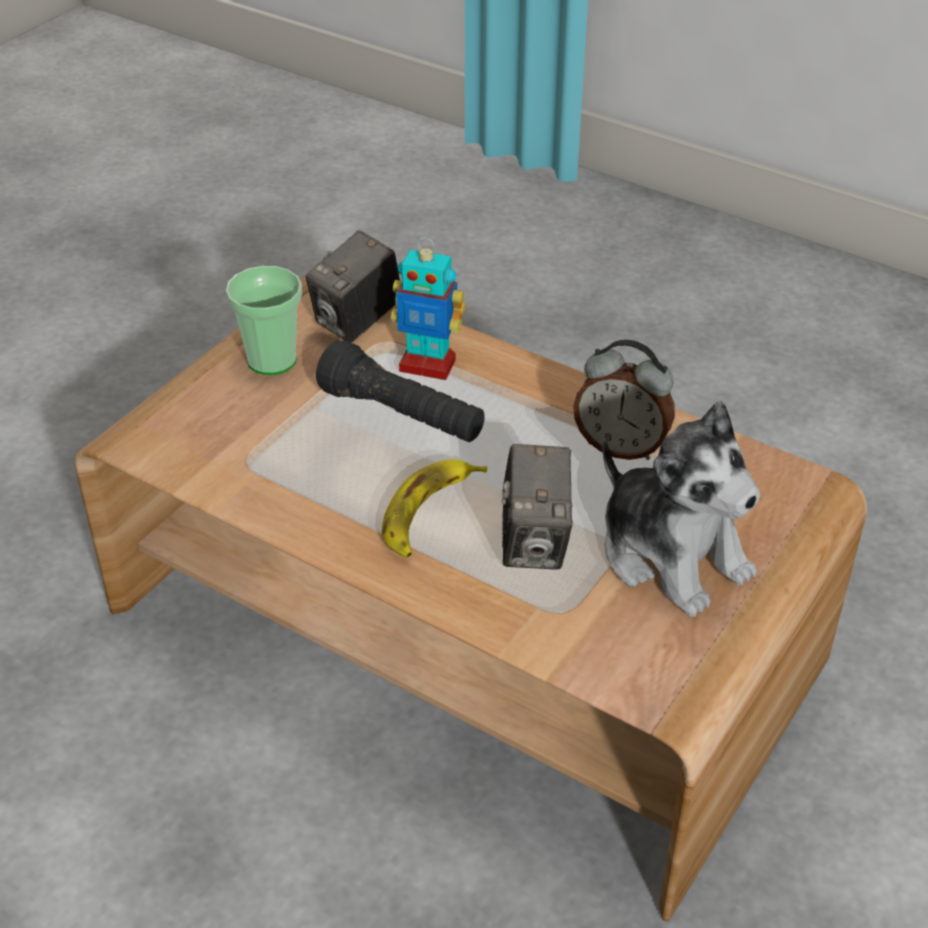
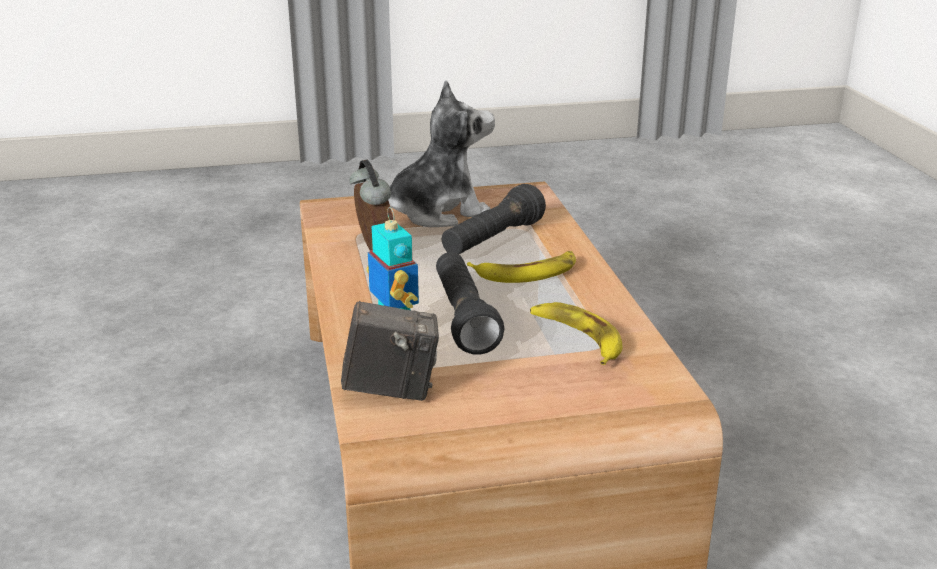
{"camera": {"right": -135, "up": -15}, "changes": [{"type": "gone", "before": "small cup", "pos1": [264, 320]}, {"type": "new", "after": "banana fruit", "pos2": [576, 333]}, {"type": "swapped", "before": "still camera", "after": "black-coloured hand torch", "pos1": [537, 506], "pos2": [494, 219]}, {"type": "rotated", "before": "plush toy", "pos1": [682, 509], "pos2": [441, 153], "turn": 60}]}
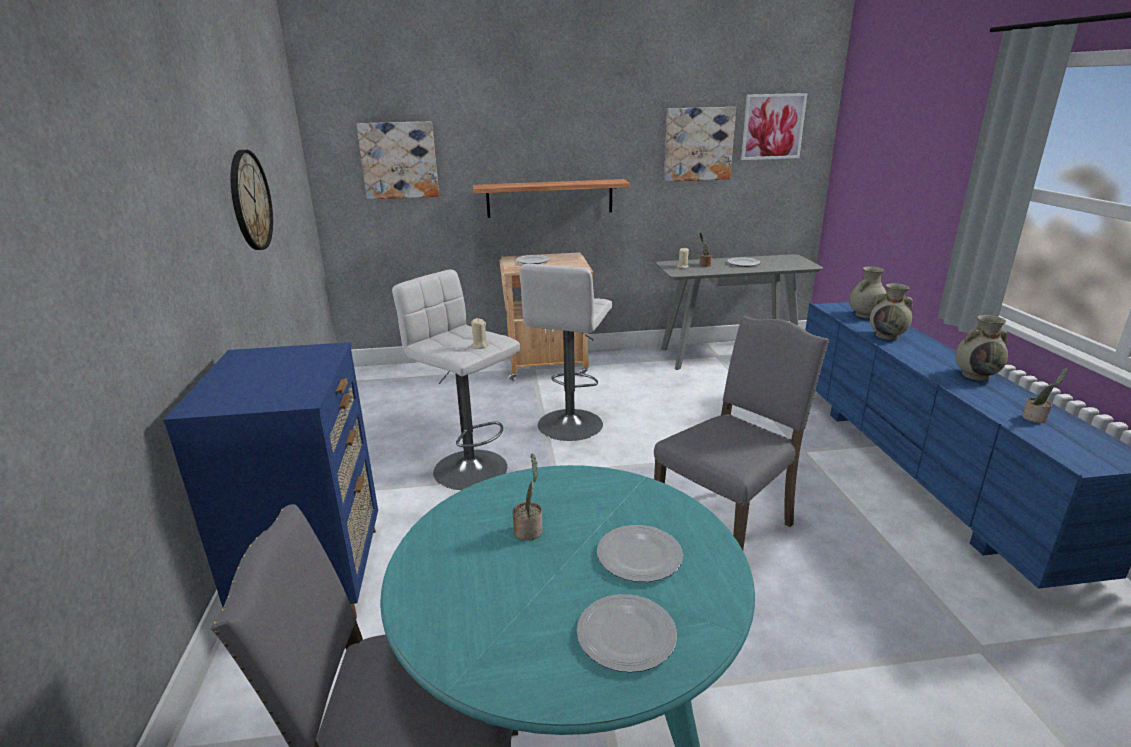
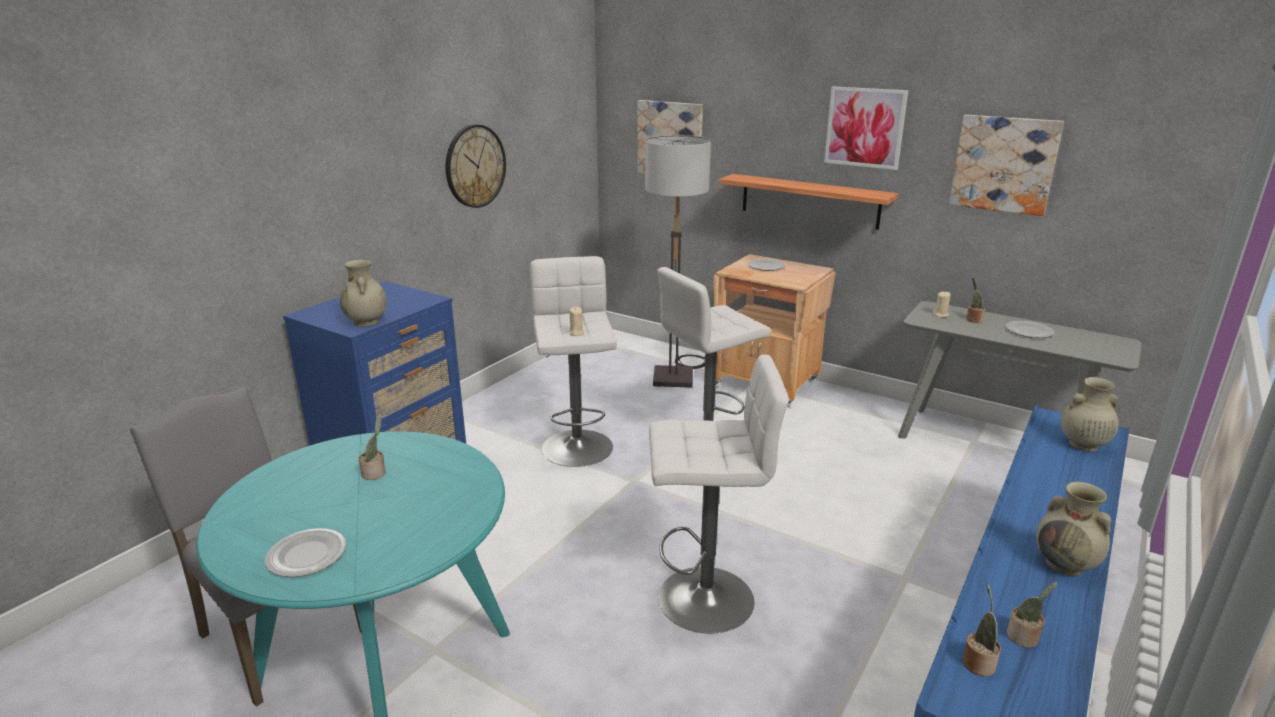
{"camera": {"right": 40, "up": 0}, "changes": [{"type": "gone", "before": "flat dish", "pos1": [640, 553]}, {"type": "new", "after": "standing lamp", "pos2": [678, 261]}, {"type": "new", "after": "houseplant", "pos2": [982, 629]}, {"type": "shifted", "before": "wall art", "pos1": [774, 126], "pos2": [866, 128]}, {"type": "shifted", "before": "sand-coloured decorative vase", "pos1": [891, 311], "pos2": [363, 292]}, {"type": "swapped", "before": "greyish upright chair", "after": "whitish sitting stool", "pos1": [741, 433], "pos2": [719, 494]}]}
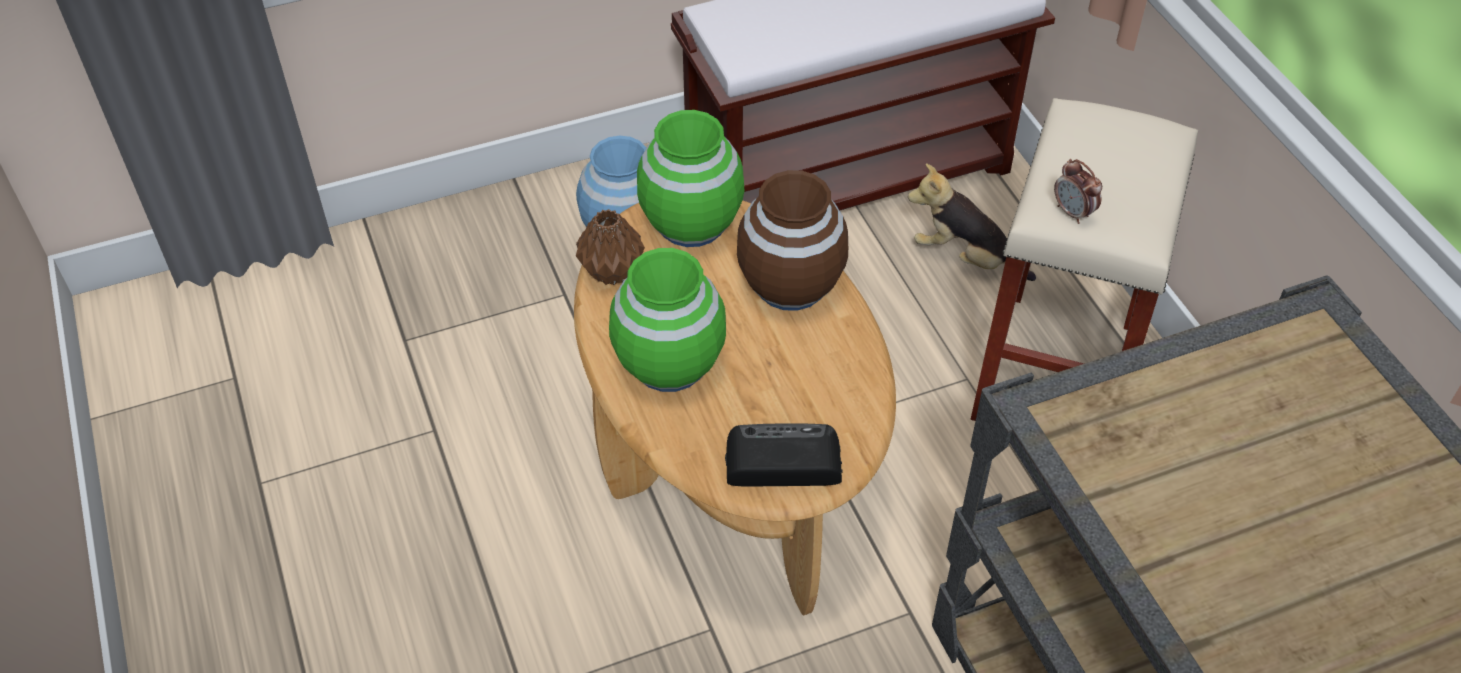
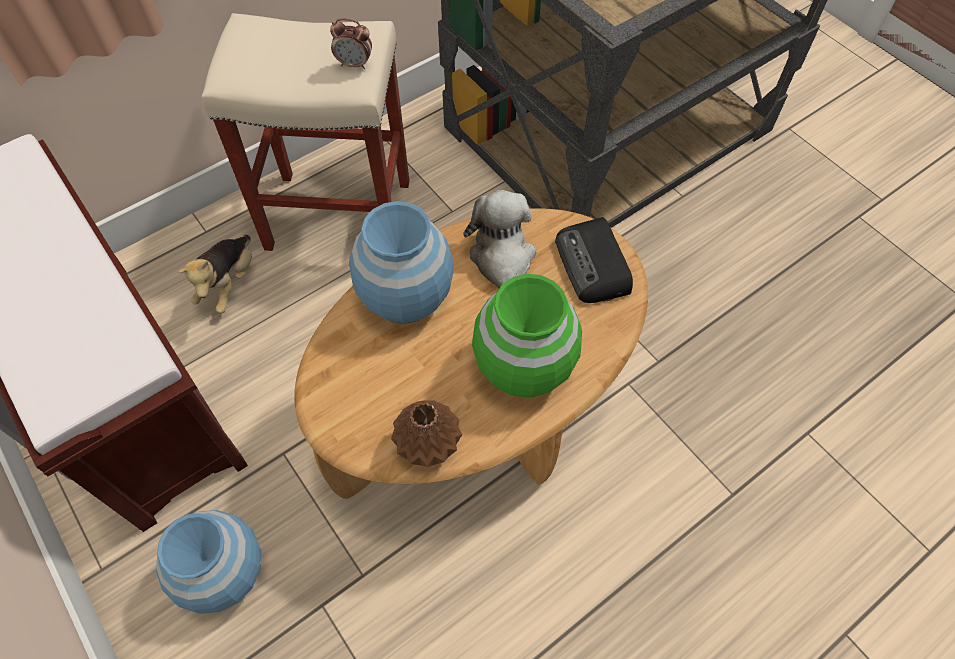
{"camera": {"right": -105, "up": 10}, "changes": [{"type": "gone", "before": "greenish decorative vase", "pos1": [690, 178]}, {"type": "new", "after": "plush toy", "pos2": [499, 239]}, {"type": "repainted", "before": "brownish decorative vase", "after": "bluish decorative vase", "pos1": [792, 240], "pos2": [401, 262]}, {"type": "rotated", "before": "bedside clock", "pos1": [1078, 191], "pos2": [351, 43], "turn": 60}]}
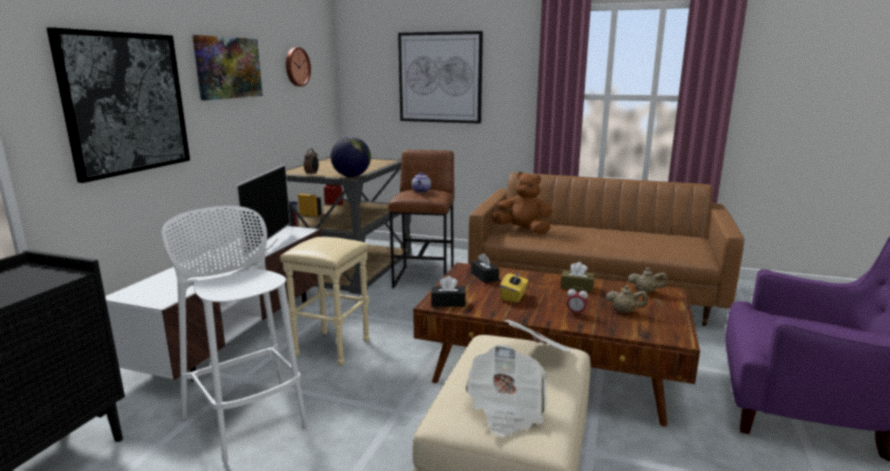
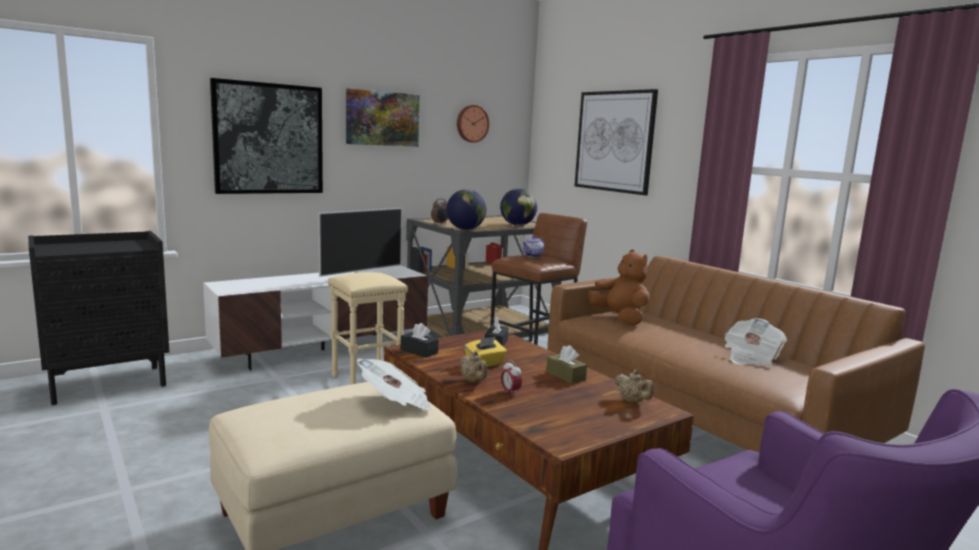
{"camera": {"right": 35, "up": -5}, "changes": [{"type": "gone", "before": "whitish sitting stool", "pos1": [235, 334]}, {"type": "new", "after": "world globe", "pos2": [518, 207]}, {"type": "shifted", "before": "newspaper", "pos1": [506, 391], "pos2": [755, 341]}, {"type": "shifted", "before": "sand-coloured pot for tea", "pos1": [627, 299], "pos2": [474, 367]}]}
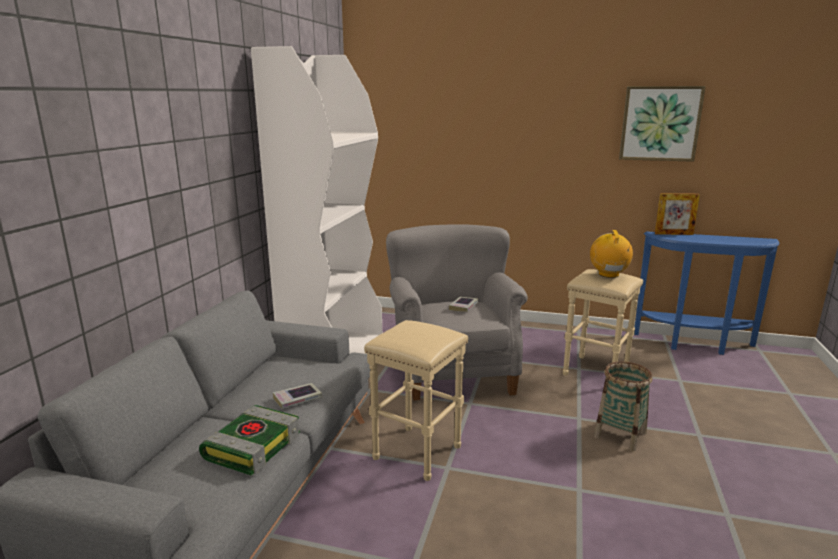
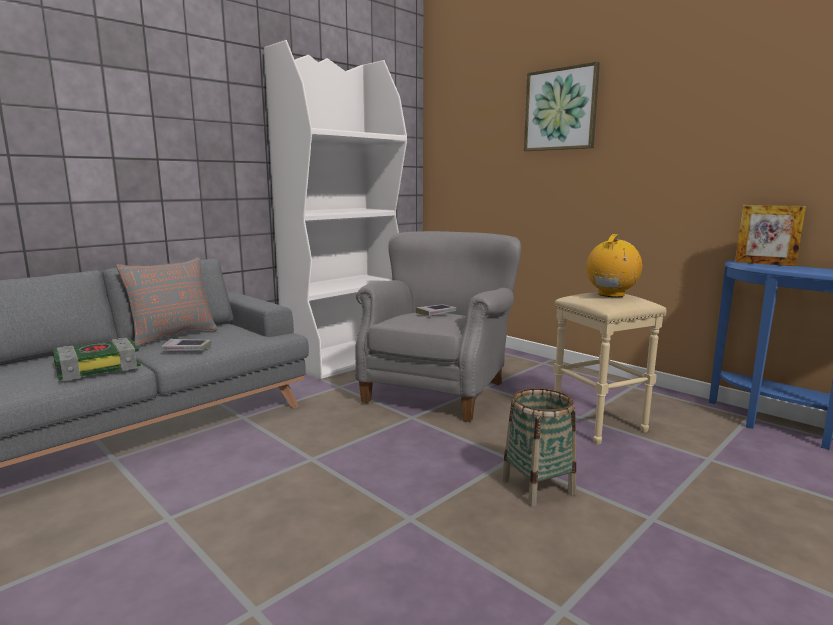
{"camera": {"right": 30, "up": -5}, "changes": [{"type": "gone", "before": "sand-coloured sitting stool", "pos1": [416, 400]}, {"type": "new", "after": "greyish cushion", "pos2": [167, 302]}, {"type": "shifted", "before": "wall art", "pos1": [662, 124], "pos2": [562, 106]}]}
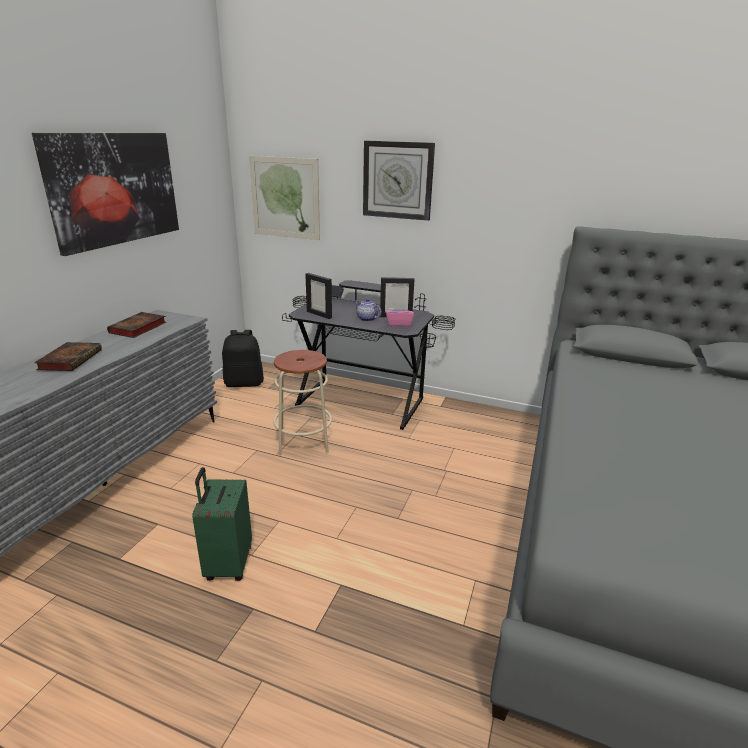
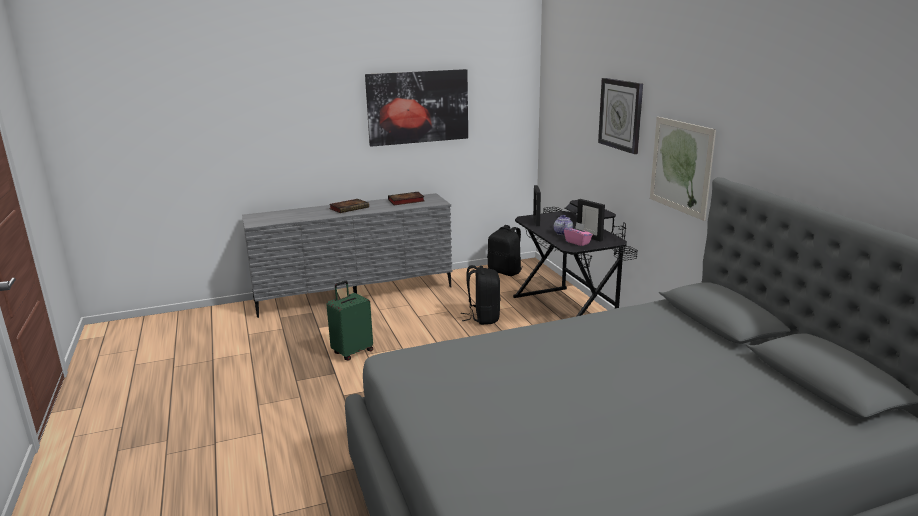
{"camera": {"right": 50, "up": -5}, "changes": [{"type": "shifted", "before": "wall art", "pos1": [284, 198], "pos2": [683, 169]}, {"type": "swapped", "before": "sand-coloured sitting stool", "after": "black-coloured knapsack", "pos1": [302, 403], "pos2": [480, 295]}]}
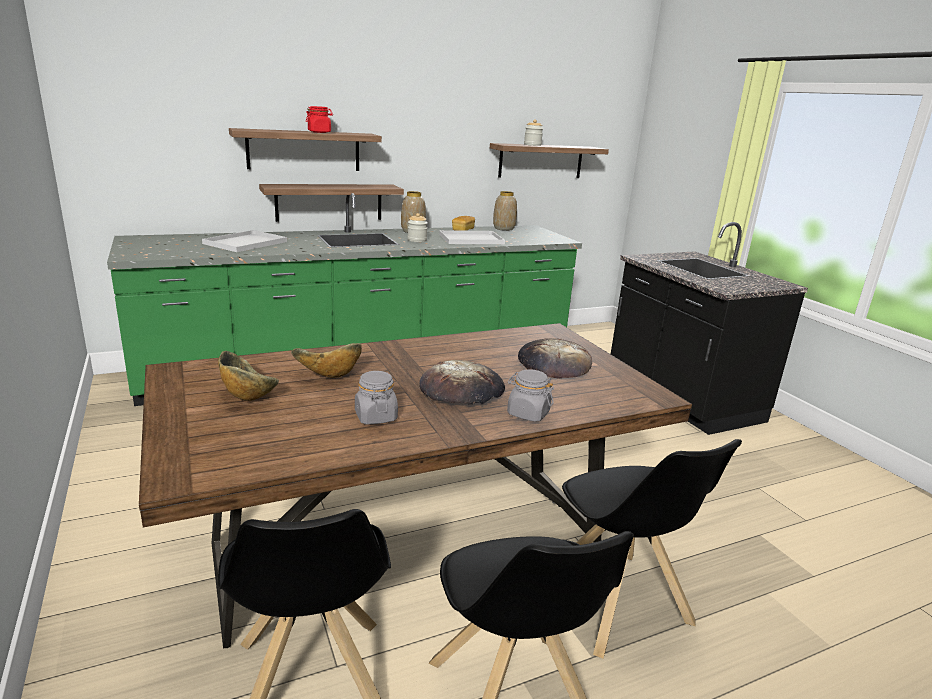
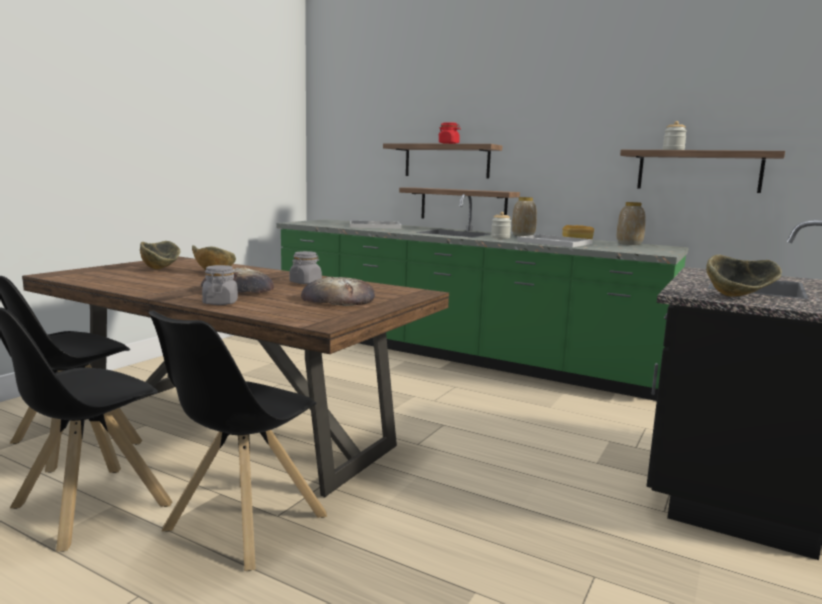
{"camera": {"right": 55, "up": -10}, "changes": [{"type": "new", "after": "deep dish", "pos2": [744, 276]}, {"type": "shifted", "before": "greyish storage jar", "pos1": [376, 398], "pos2": [305, 267]}]}
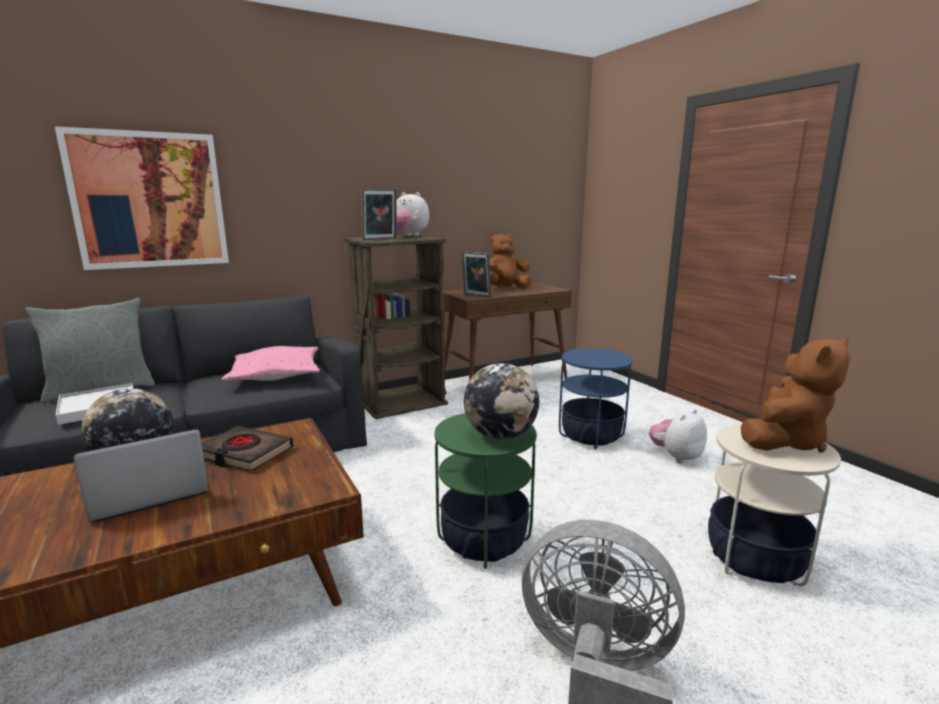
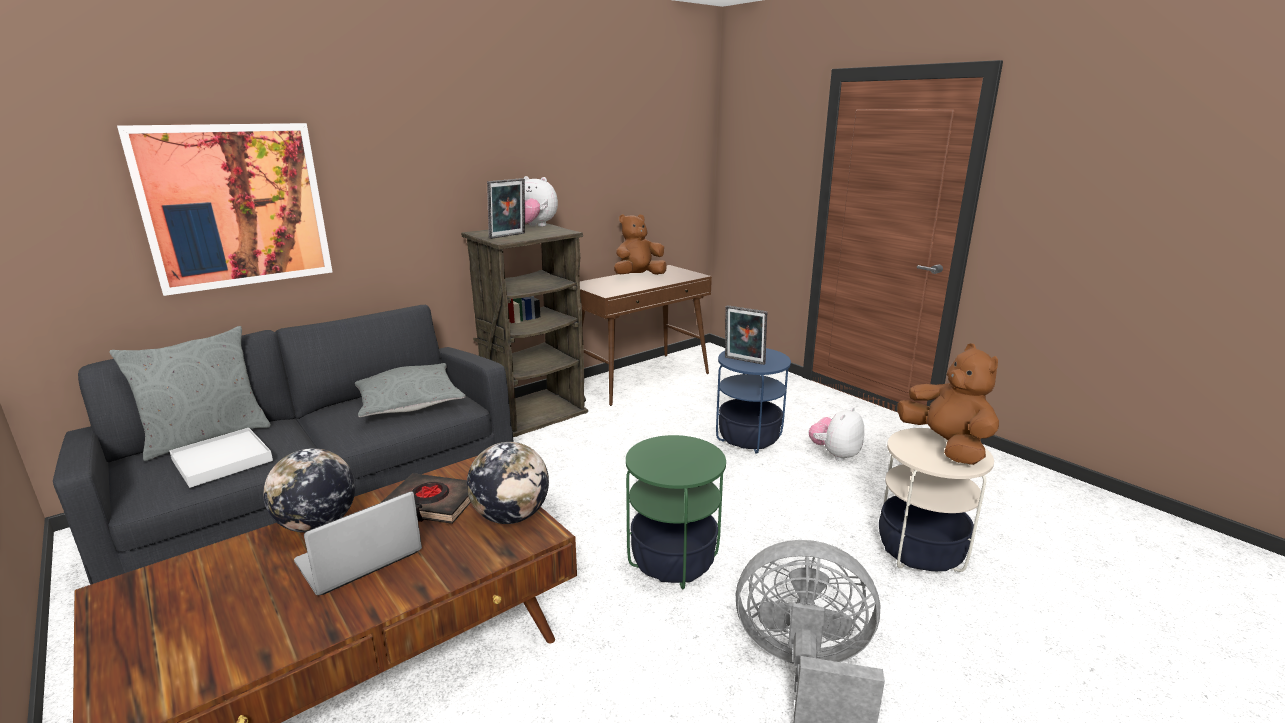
{"camera": {"right": -10, "up": 5}, "changes": [{"type": "shifted", "before": "photo frame", "pos1": [476, 274], "pos2": [746, 335]}, {"type": "shifted", "before": "world globe", "pos1": [501, 401], "pos2": [508, 483]}, {"type": "repainted", "before": "pink cushion", "after": "greyish cushion", "pos1": [271, 363], "pos2": [410, 390]}, {"type": "rotated", "before": "brownish plush toy", "pos1": [796, 395], "pos2": [948, 404], "turn": -60}]}
